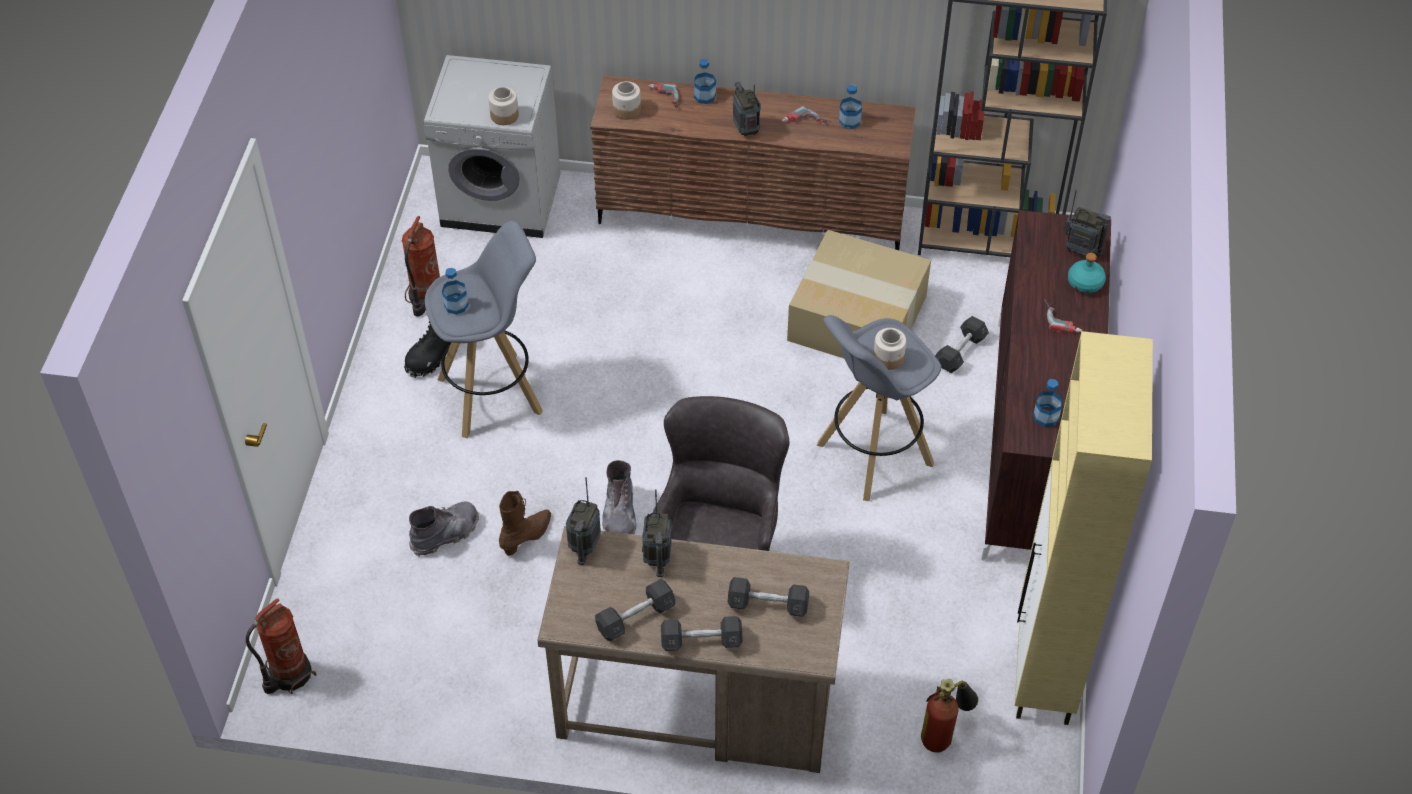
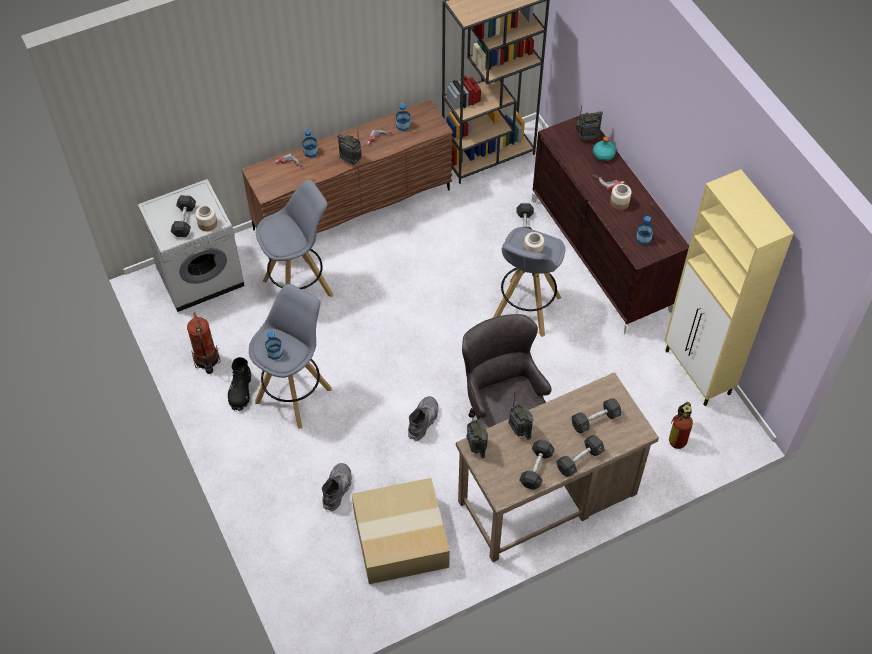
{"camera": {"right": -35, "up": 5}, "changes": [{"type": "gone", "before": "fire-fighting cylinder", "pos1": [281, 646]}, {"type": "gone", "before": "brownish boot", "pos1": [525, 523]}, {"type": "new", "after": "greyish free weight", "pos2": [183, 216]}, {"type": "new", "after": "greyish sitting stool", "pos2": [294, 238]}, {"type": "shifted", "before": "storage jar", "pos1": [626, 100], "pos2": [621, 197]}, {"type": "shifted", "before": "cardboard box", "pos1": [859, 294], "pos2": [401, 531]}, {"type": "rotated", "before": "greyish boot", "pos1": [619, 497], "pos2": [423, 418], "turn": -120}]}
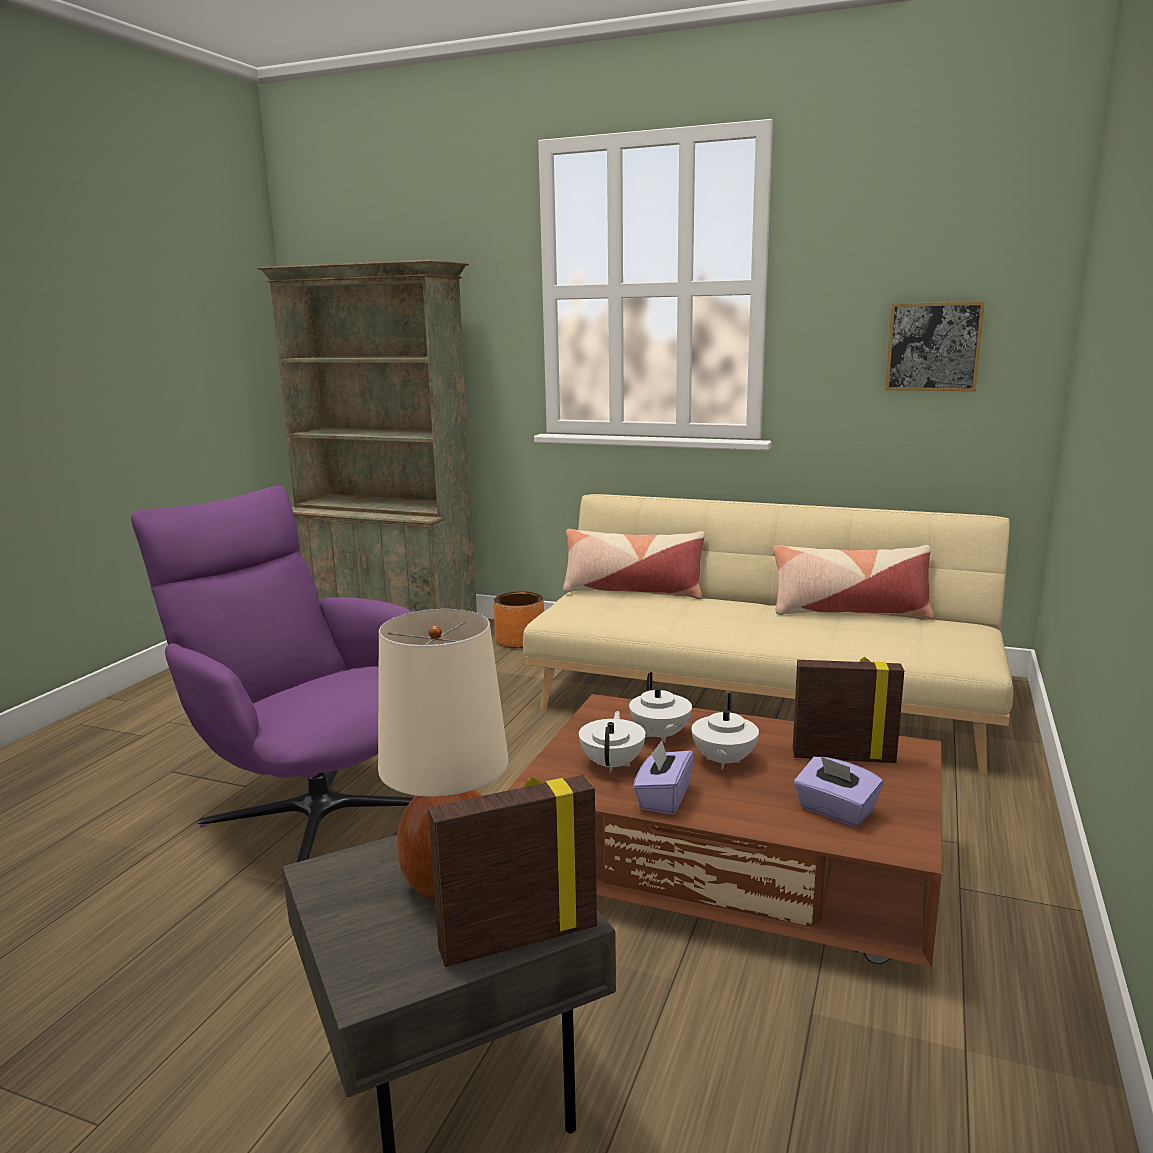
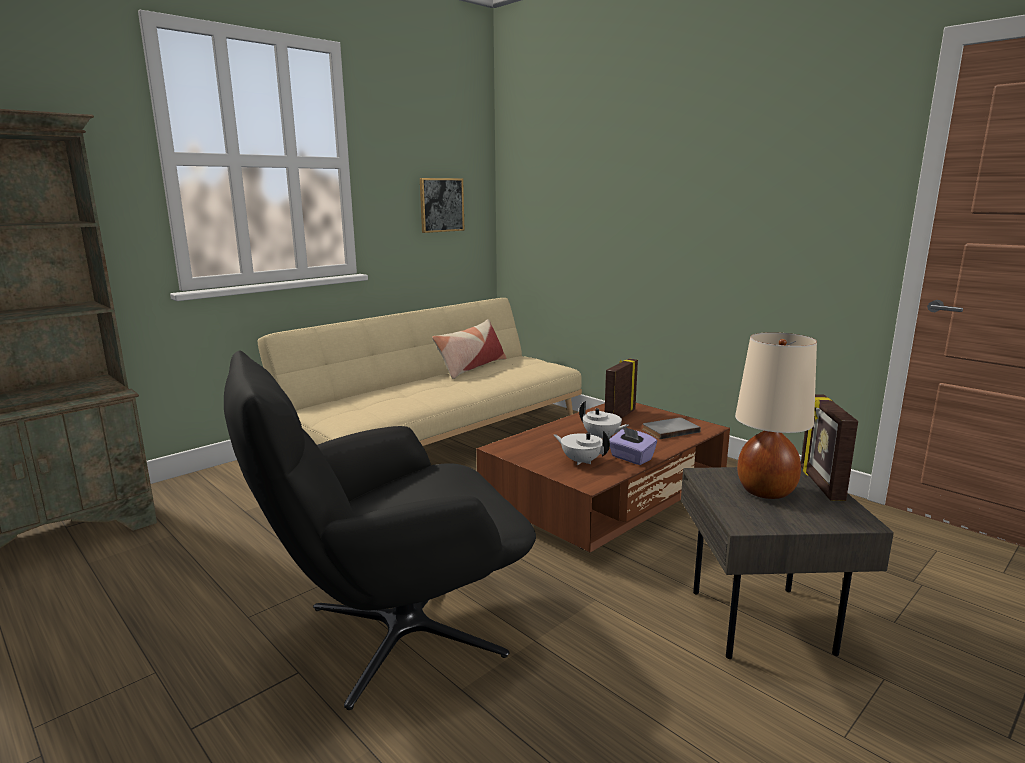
{"camera": {"right": -65, "up": 0}, "changes": [{"type": "gone", "before": "orange-coloured flower pot", "pos1": [519, 619]}, {"type": "gone", "before": "cushion", "pos1": [634, 564]}, {"type": "gone", "before": "whitish pot for tea", "pos1": [660, 707]}, {"type": "swapped", "before": "purple tissue holder", "after": "greyish bound book", "pos1": [838, 791], "pos2": [671, 428]}, {"type": "repainted", "before": "purple lounge chair", "after": "black-coloured lounge chair", "pos1": [272, 674], "pos2": [380, 530]}]}
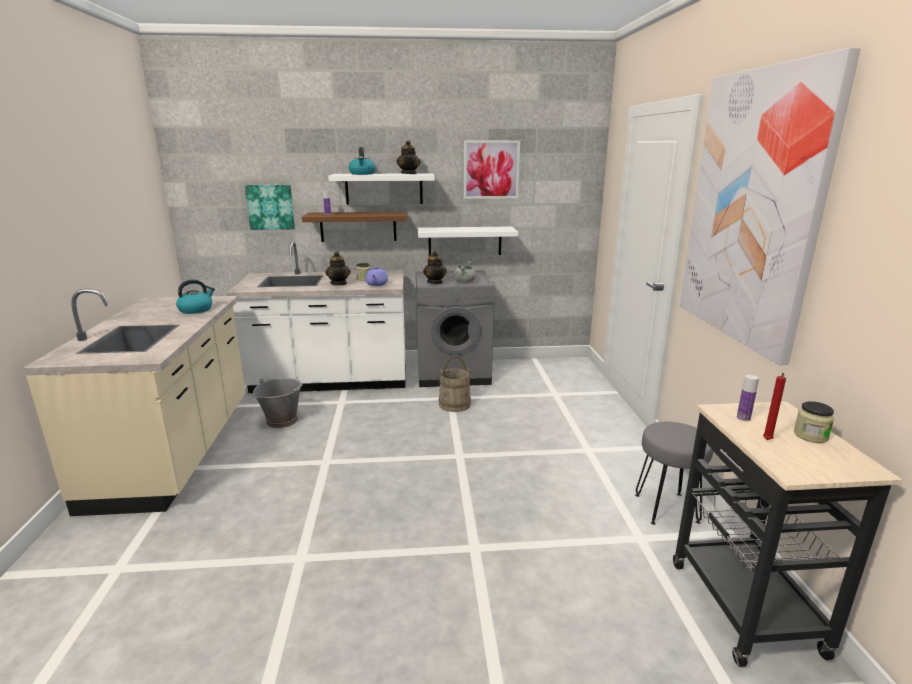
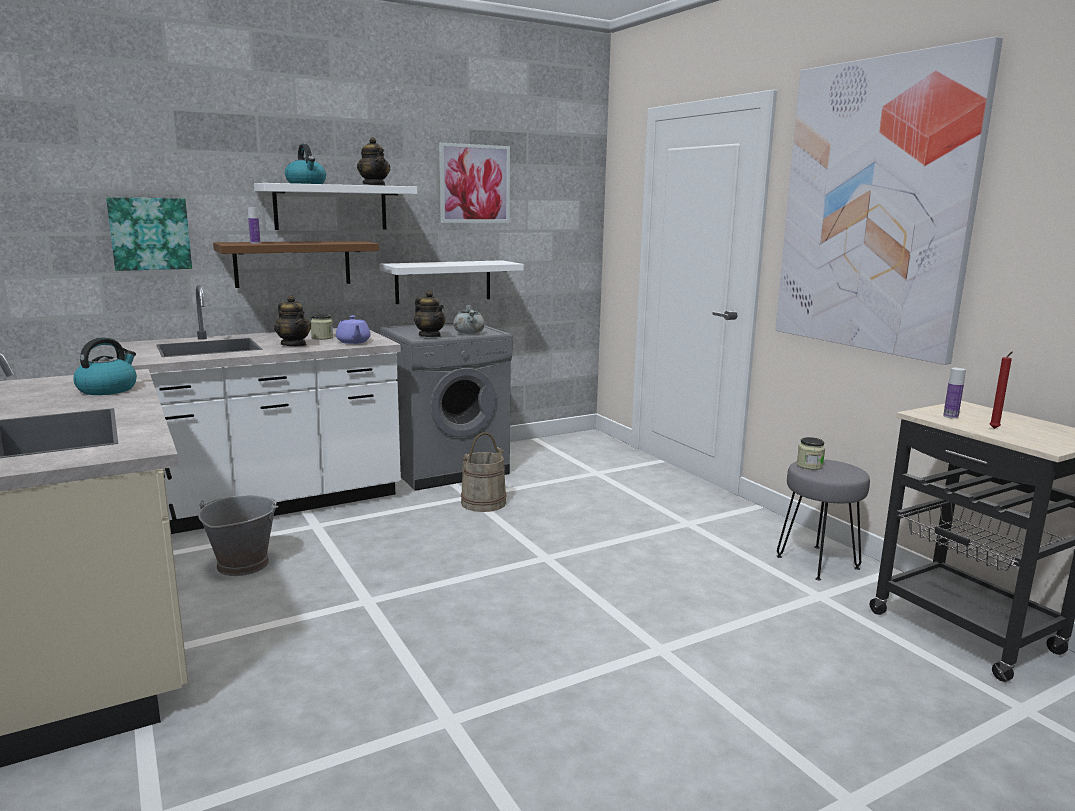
{"camera": {"right": -25, "up": -5}, "changes": [{"type": "shifted", "before": "storage jar", "pos1": [814, 422], "pos2": [811, 453]}]}
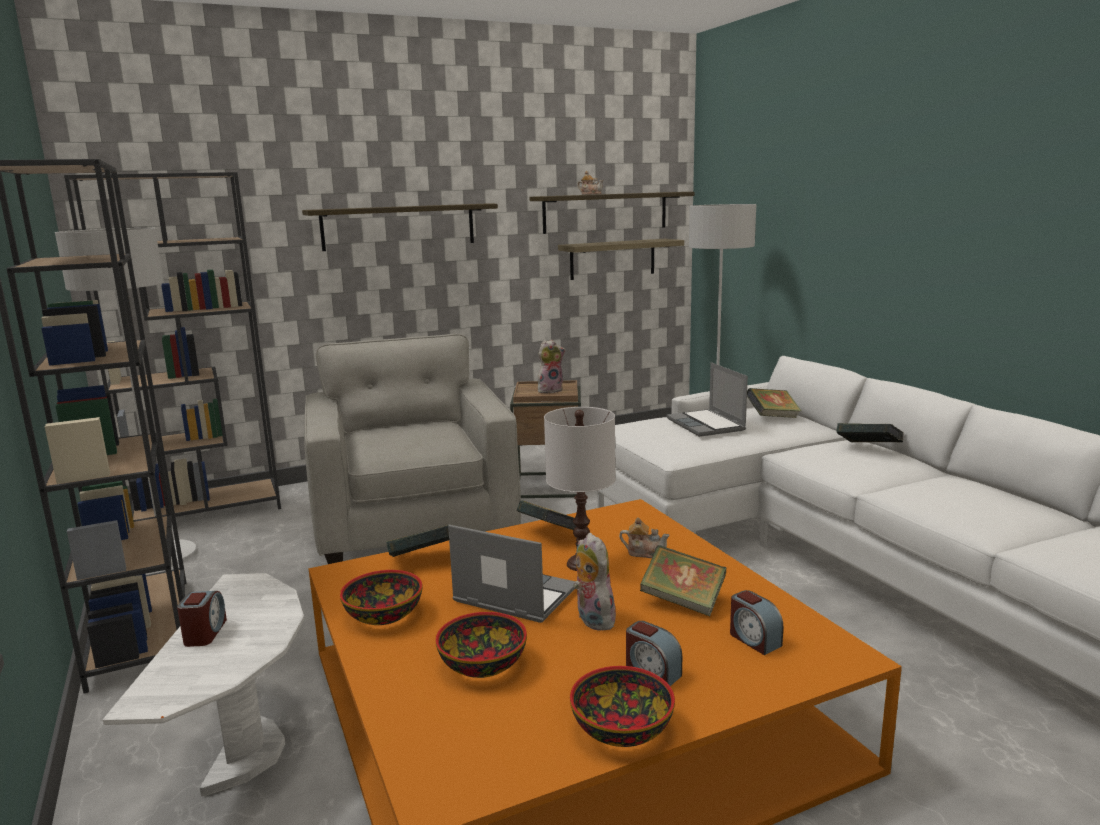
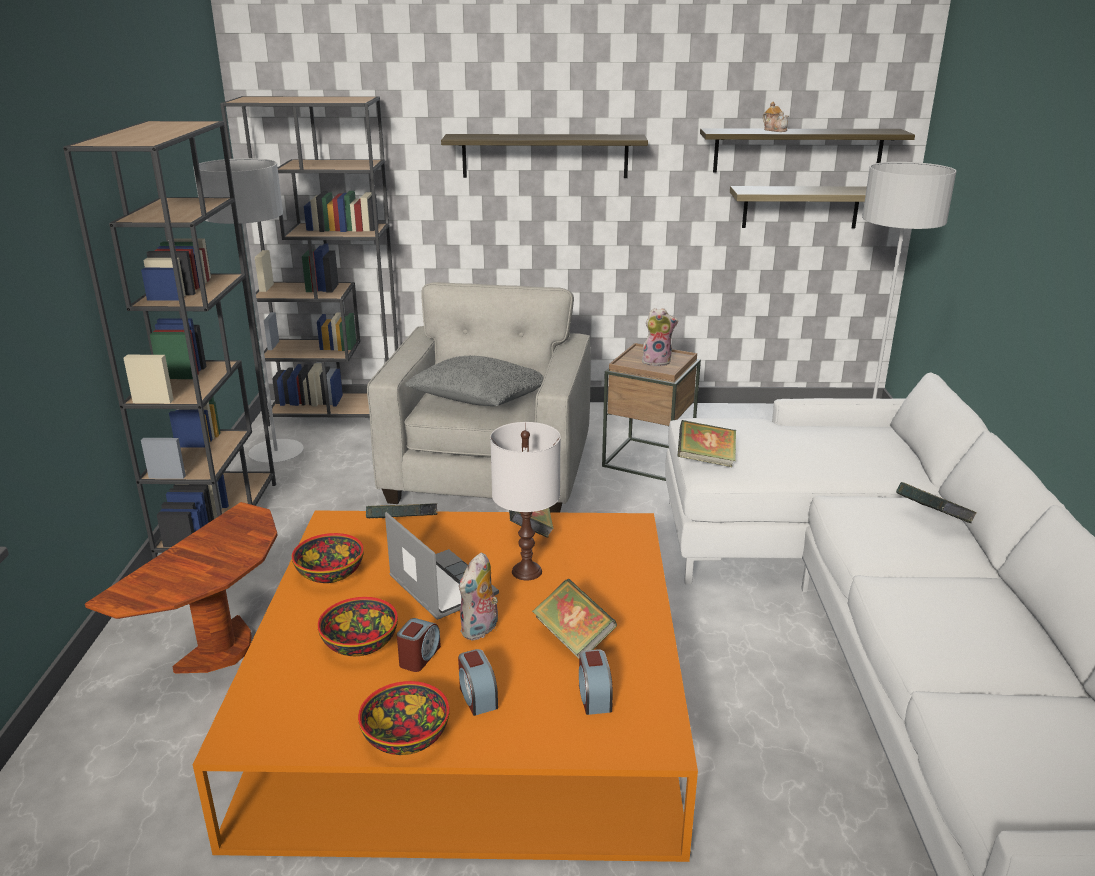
{"camera": {"right": 25, "up": 10}, "changes": [{"type": "gone", "before": "pot for tea", "pos1": [644, 537]}, {"type": "gone", "before": "notebook computer", "pos1": [707, 399]}, {"type": "new", "after": "greyish cushion", "pos2": [474, 380]}, {"type": "shifted", "before": "bedside clock", "pos1": [202, 619], "pos2": [419, 645]}, {"type": "shifted", "before": "bound book", "pos1": [774, 403], "pos2": [707, 443]}, {"type": "repainted", "before": "whitish end table", "after": "brownish end table", "pos1": [203, 684], "pos2": [181, 587]}, {"type": "rotated", "before": "plush toy", "pos1": [594, 582], "pos2": [478, 597], "turn": -150}]}
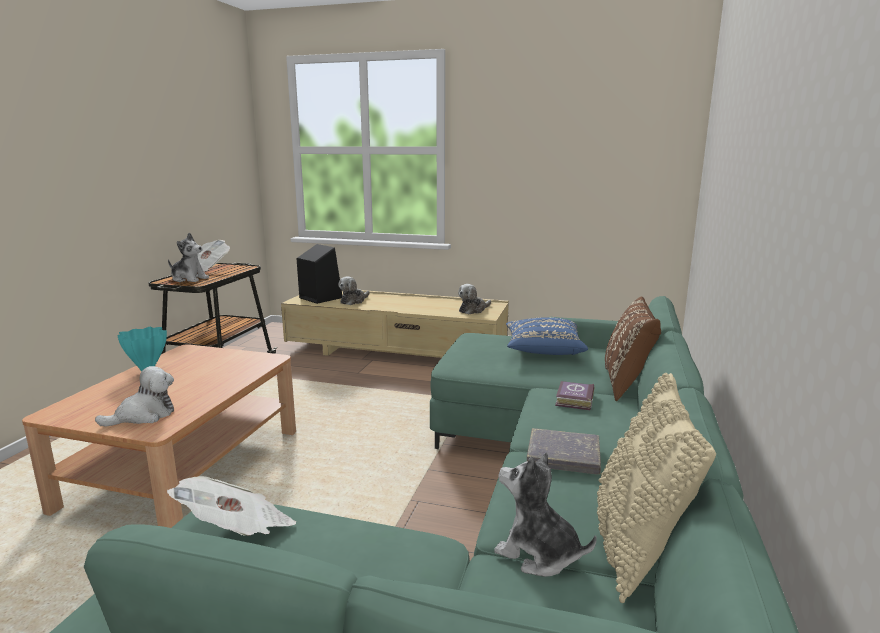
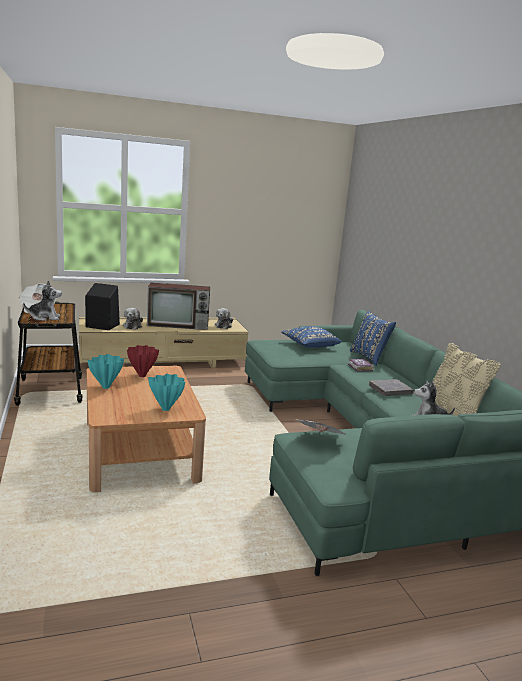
{"camera": {"right": -35, "up": 0}, "changes": [{"type": "new", "after": "red decorative vase", "pos2": [143, 361]}, {"type": "new", "after": "television", "pos2": [178, 306]}, {"type": "swapped", "before": "plush toy", "after": "blue-green decorative vase", "pos1": [134, 396], "pos2": [166, 392]}, {"type": "repainted", "before": "brownish cushion", "after": "bluish cushion", "pos1": [633, 348], "pos2": [373, 338]}]}
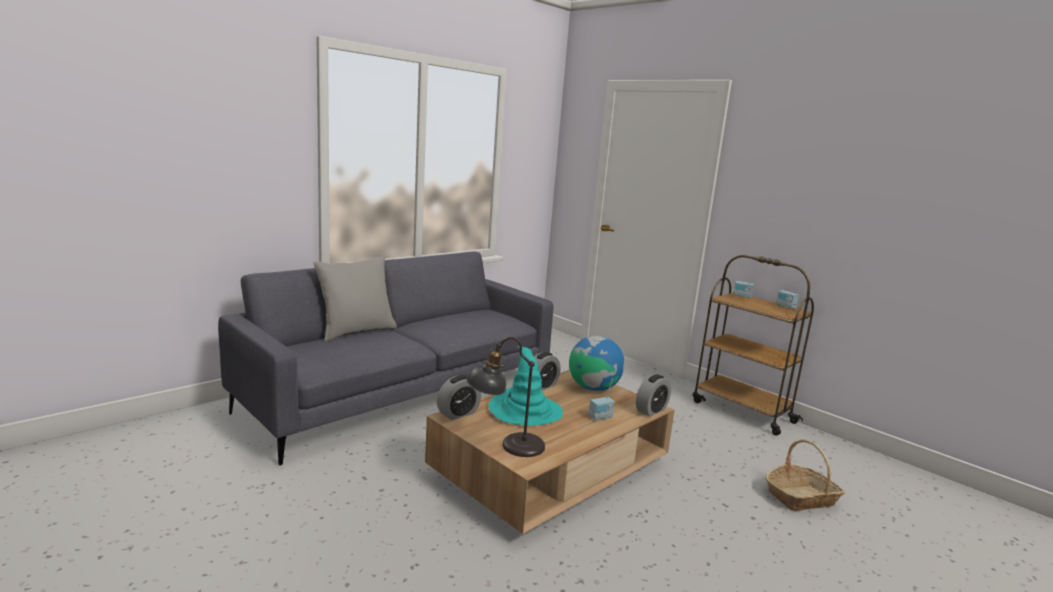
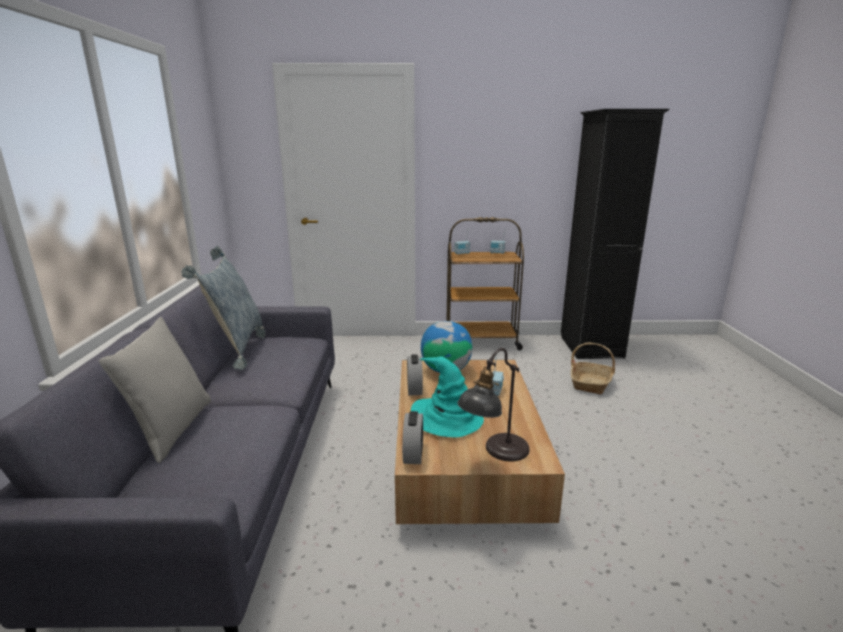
{"camera": {"right": -45, "up": 5}, "changes": [{"type": "gone", "before": "bedside clock", "pos1": [653, 395]}, {"type": "new", "after": "cushion", "pos2": [223, 308]}, {"type": "new", "after": "black-coloured cabinet", "pos2": [615, 234]}]}
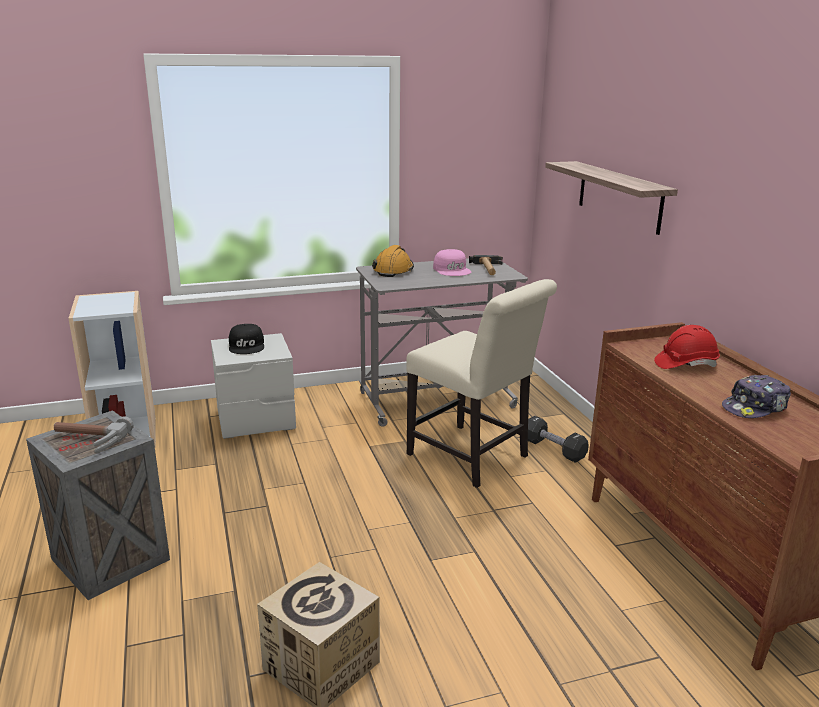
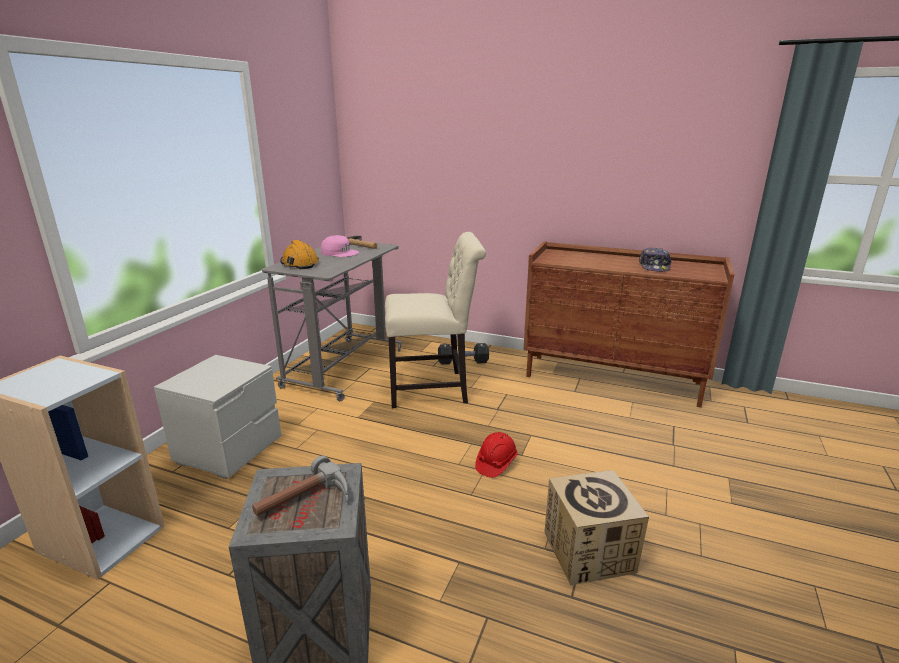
{"camera": {"right": -50, "up": 0}, "changes": [{"type": "gone", "before": "black-coloured baseball cap", "pos1": [246, 339]}, {"type": "gone", "before": "shelf", "pos1": [611, 198]}, {"type": "shifted", "before": "red safety helmet", "pos1": [687, 347], "pos2": [496, 455]}]}
